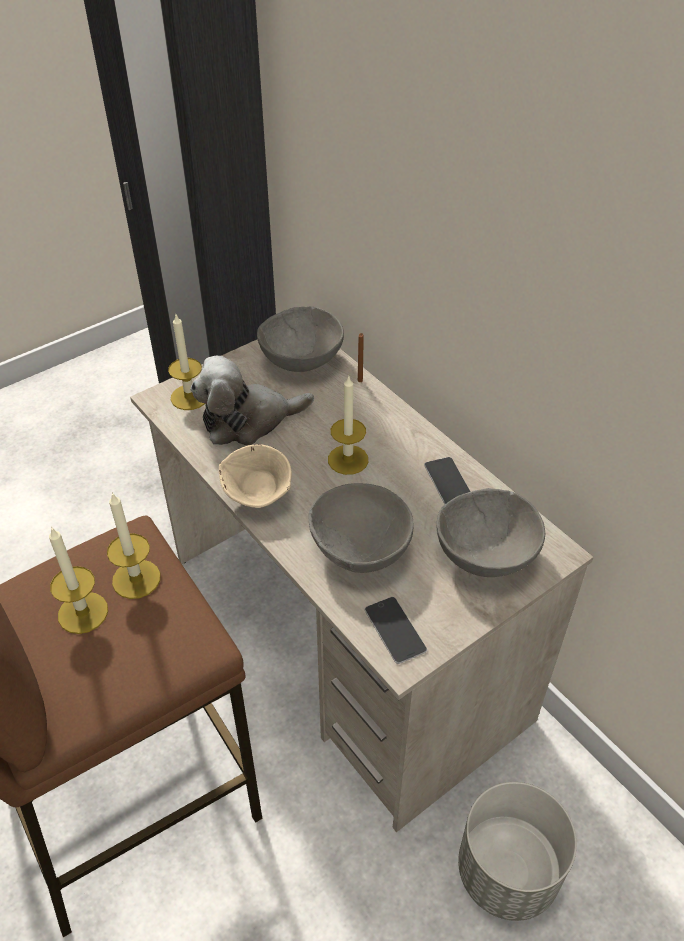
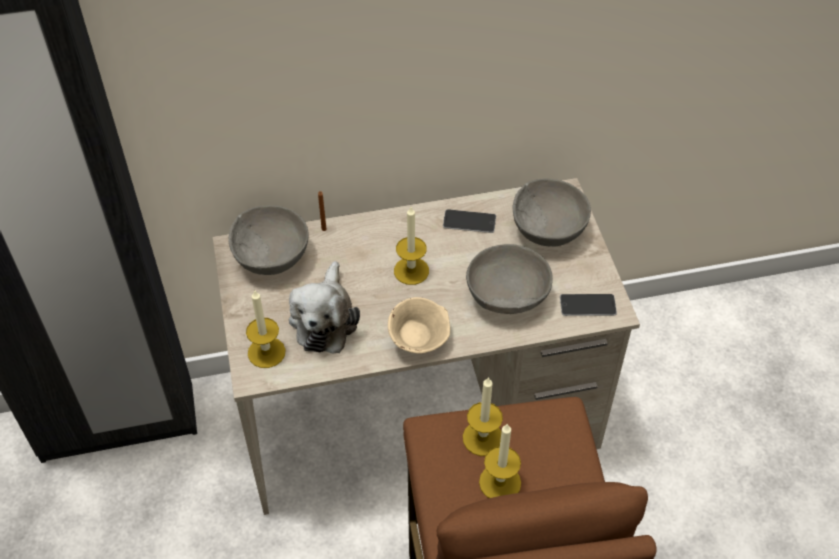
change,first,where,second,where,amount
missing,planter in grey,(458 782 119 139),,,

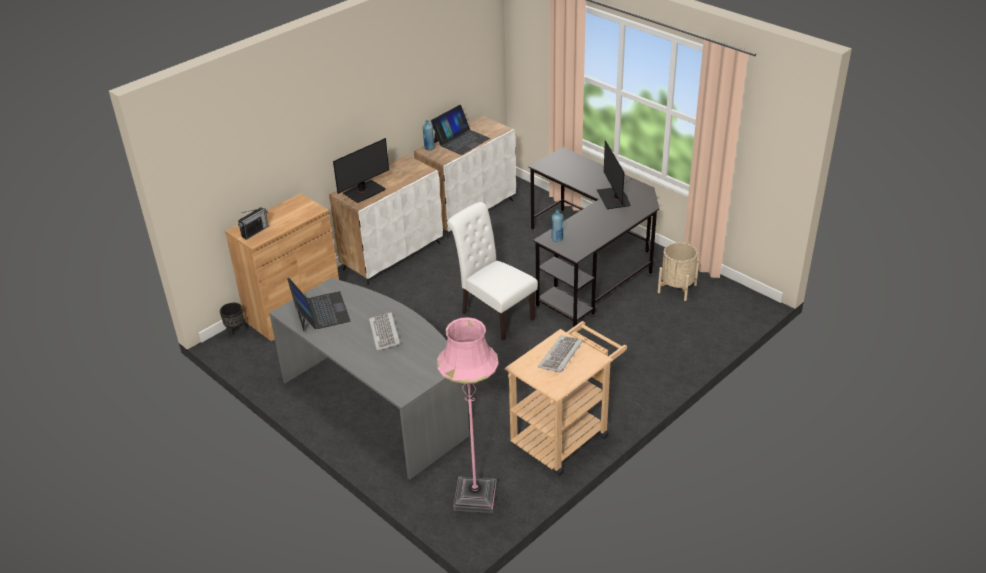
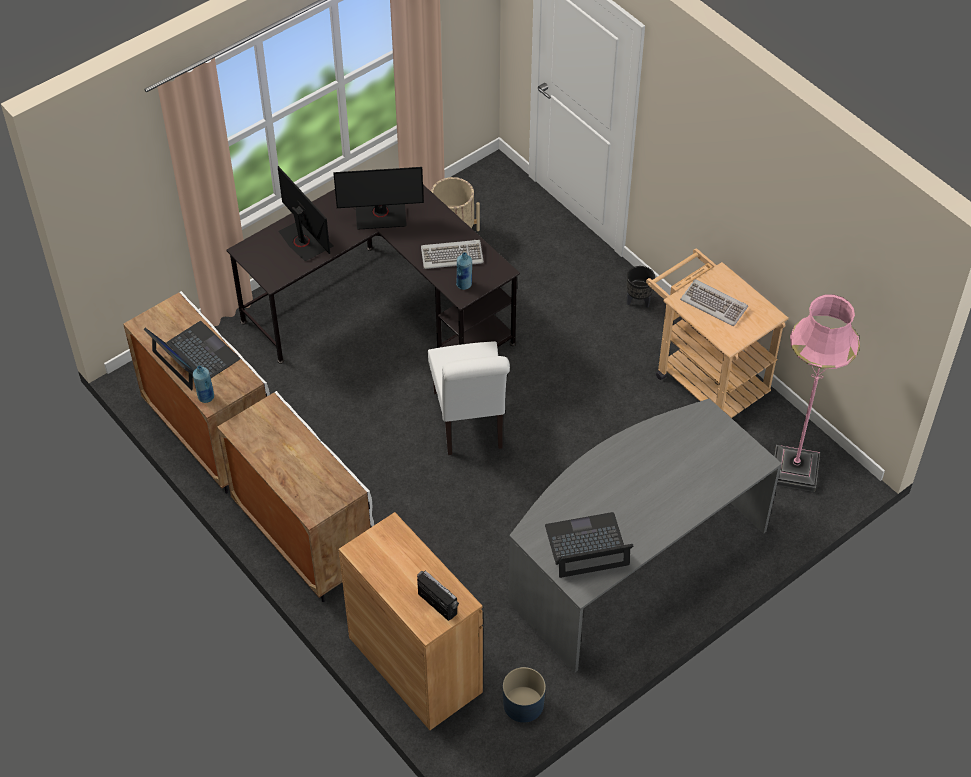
change,first,where,second,where,amount
relocated,monitor,(333 138 56 65),,(278 166 56 95),
spun,chair in white,(447 202 91 139),,(428 341 82 114),60 degrees counterclockwise
relocated,planter in black,(220 303 26 35),,(627 266 28 42),
relocated,keyboard,(369 312 31 39),,(421 240 63 29),
appeared,,,planter in blue,(503 667 43 56),

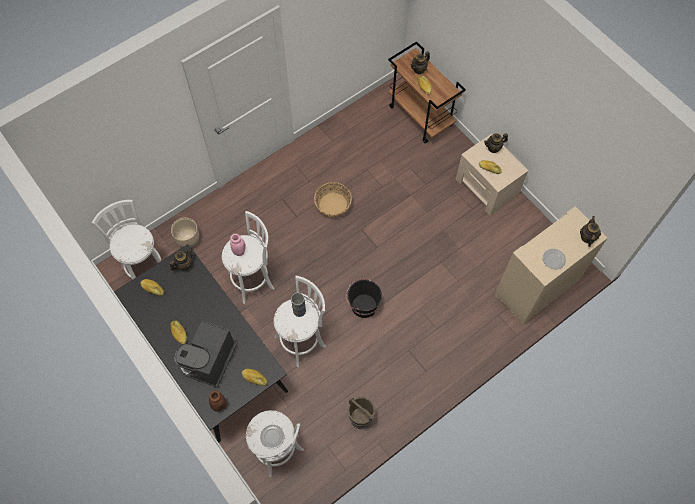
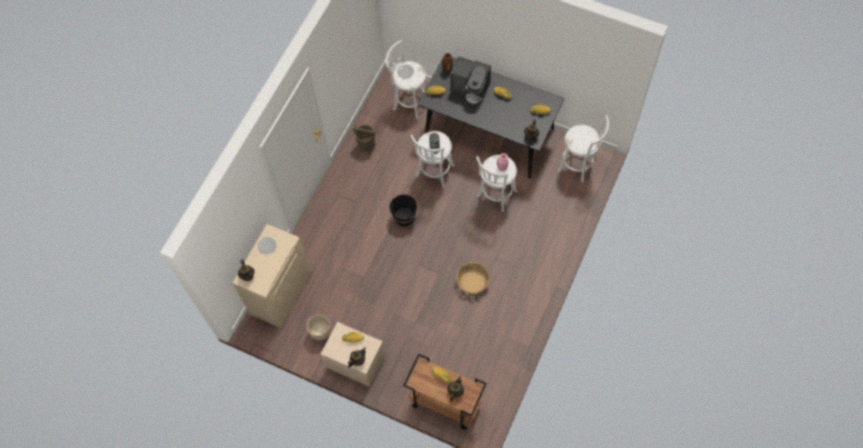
change,first,where,second,where,amount
relocated,planter in beige,(171 218 28 29),,(307 314 24 27),
spun,coffee machine,(174 320 64 68),,(449 56 42 49),120 degrees clockwise

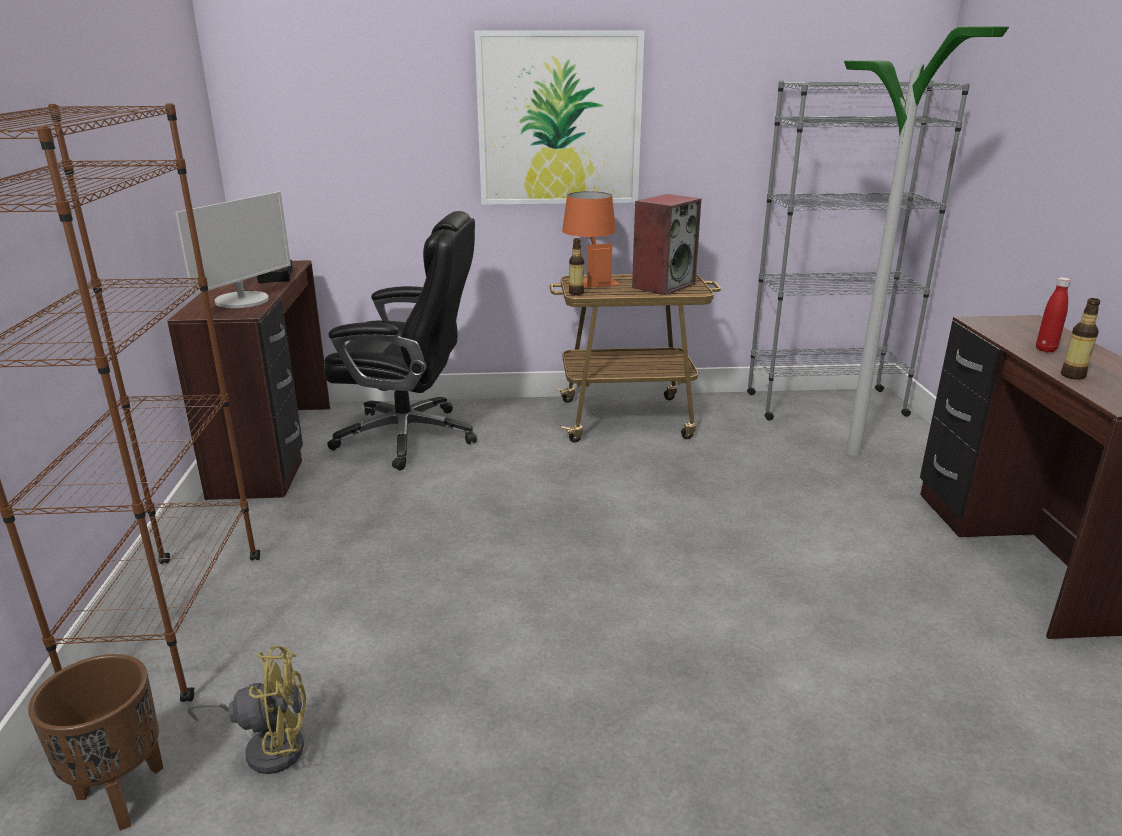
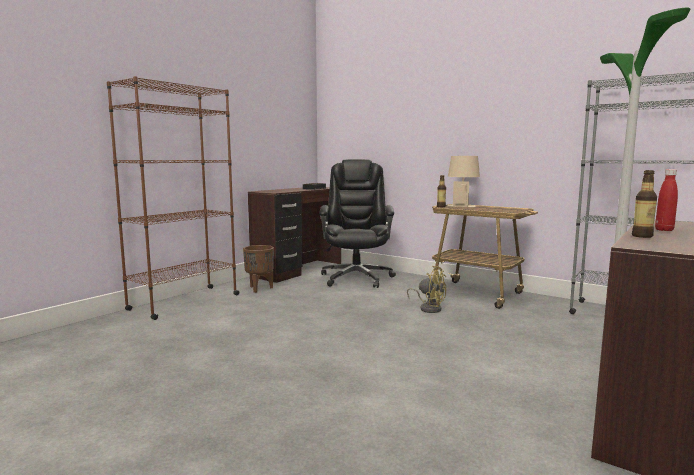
change,first,where,second,where,amount
missing,picture,(475 30 170 175),,,
missing,monitor,(175 191 116 117),,,
colour,table lamp in orange,(562 192 58 96),table lamp in beige,(447 156 33 51),
missing,speaker,(632 194 70 101),,,
spun,office chair in black,(324 211 153 260),,(319 159 77 129),135 degrees counterclockwise
relocated,fan in yellow,(188 645 118 129),,(407 266 39 47),
relocated,planter in brown,(28 654 135 177),,(243 245 31 48),

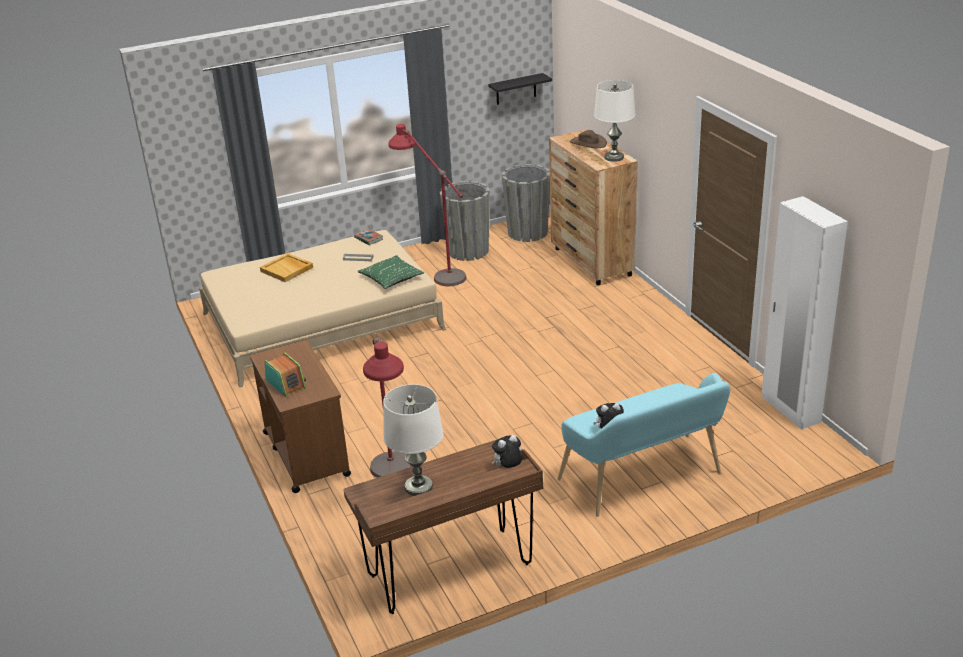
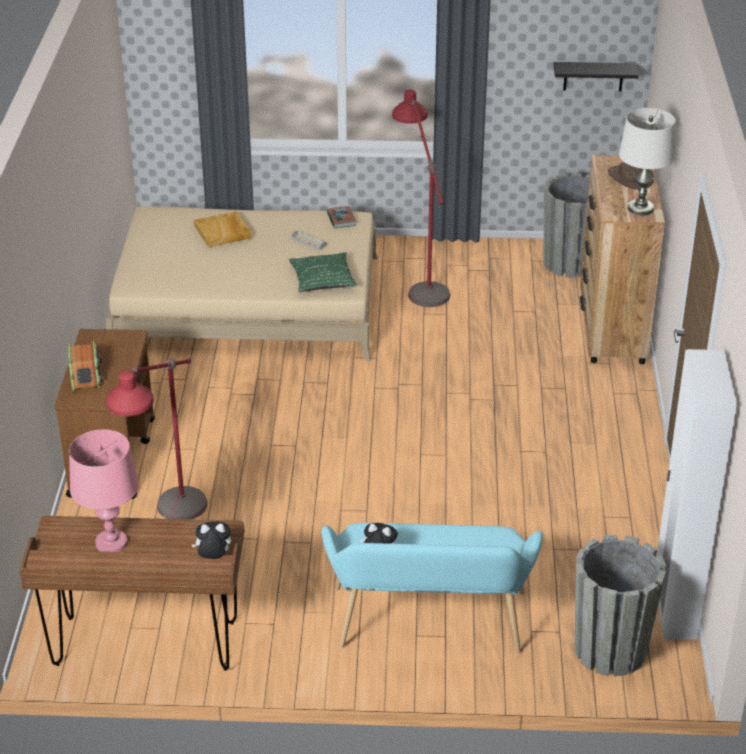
change,first,where,second,where,amount
relocated,planter in grey,(440 181 50 80),,(574 534 92 143),
colour,table lamp in white,(383 384 60 112),table lamp in pink,(69 429 70 123),

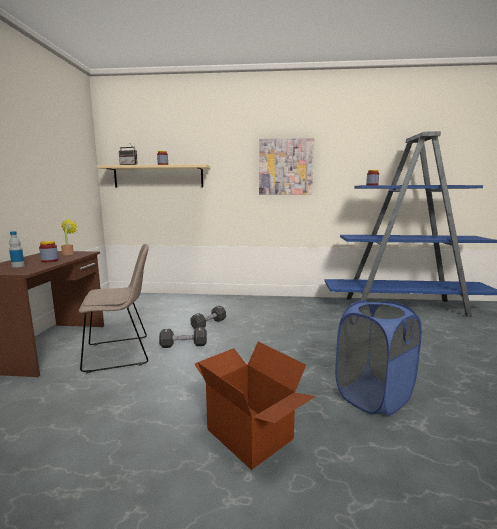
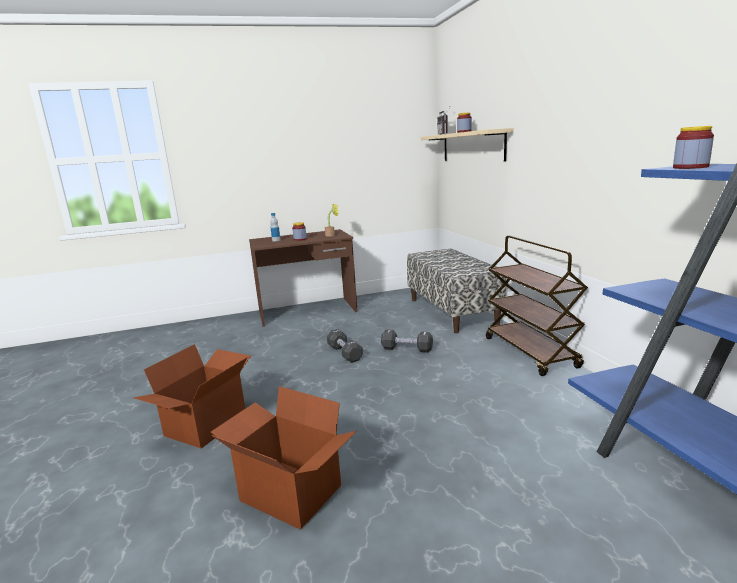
change,first,where,second,where,amount
missing,picture,(259 138 55 56),,,
missing,chair in beige,(79 244 70 129),,,
exchanged,laundry basket in blue,(335 300 87 115),cardboard box,(211 386 146 144),
appeared,,,cart in brown,(486 235 102 141),
appeared,,,bench,(407 249 99 84),

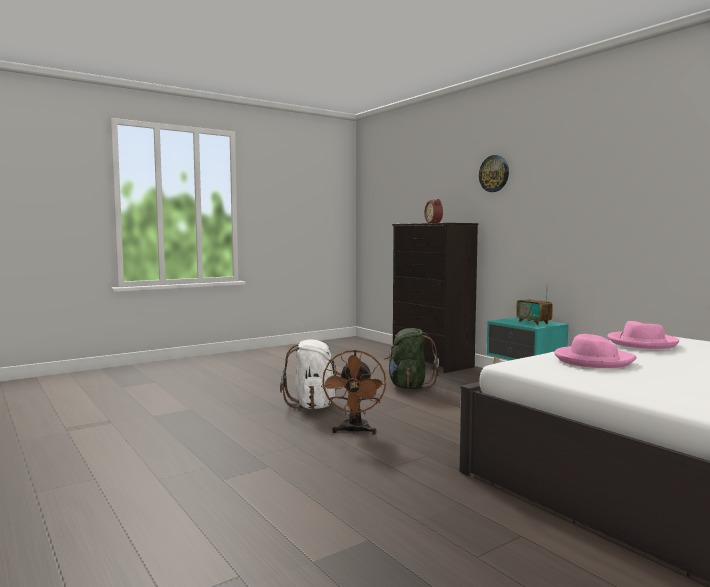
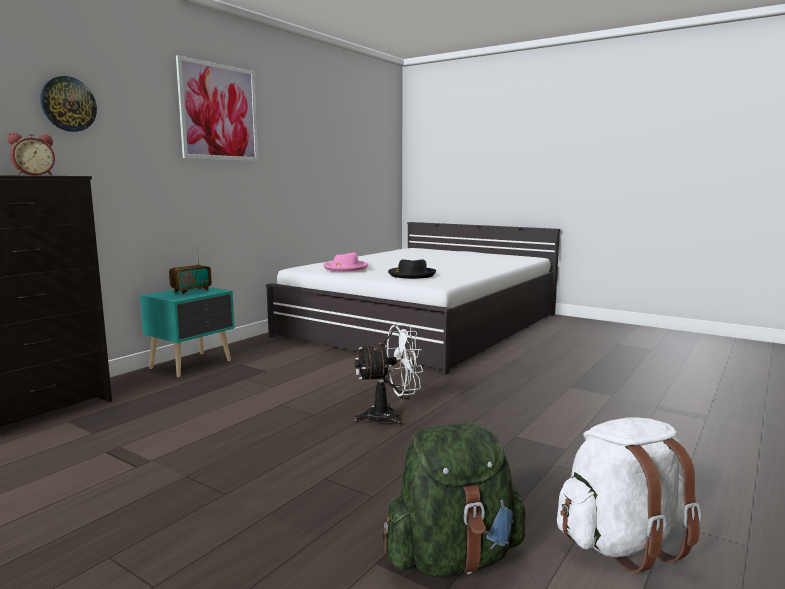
change,first,where,second,where,amount
relocated,backpack in green,(384 328 55 62),,(383 423 143 154),
colour,hat in pink,(554 334 82 34),hat in black,(388 259 48 20),
relocated,backpack in white,(280 340 61 69),,(557 417 144 156),
colour,fan in brown,(321 350 65 84),fan in white,(353 324 70 103),
appeared,,,picture,(176 55 82 106),

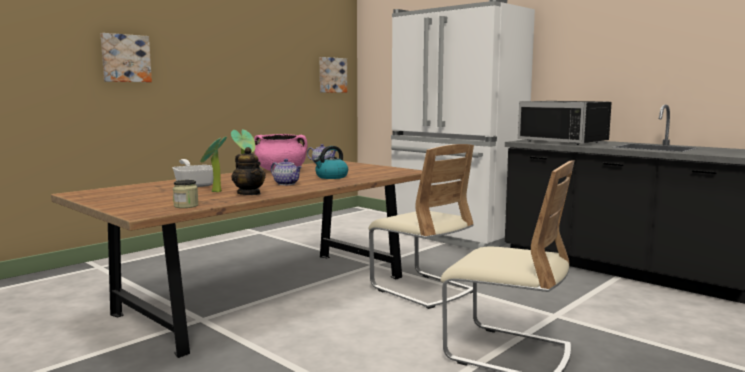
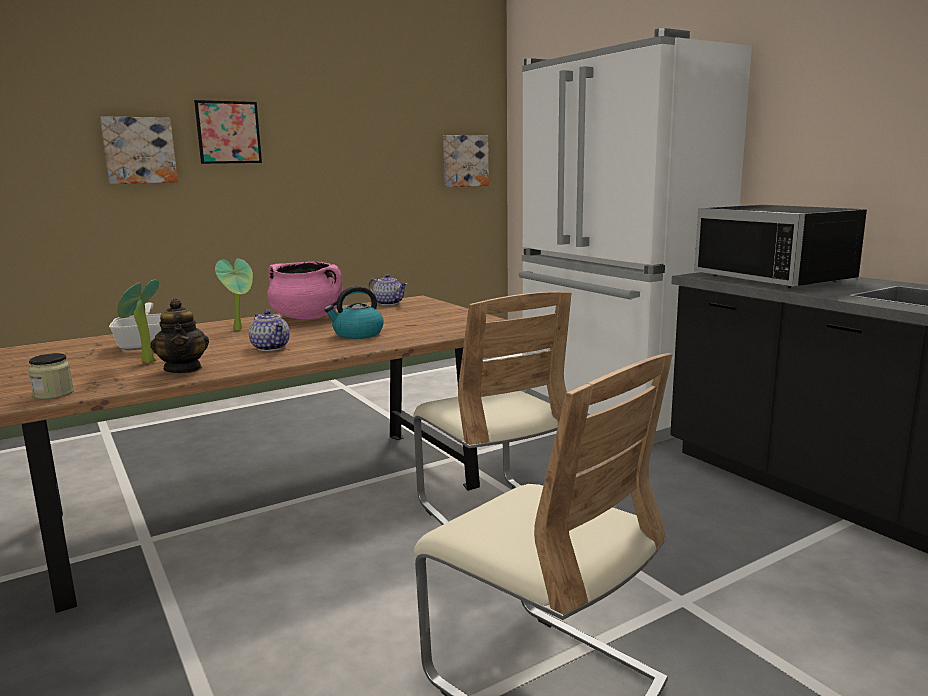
change,first,where,second,where,amount
appeared,,,picture,(194 100 68 64),

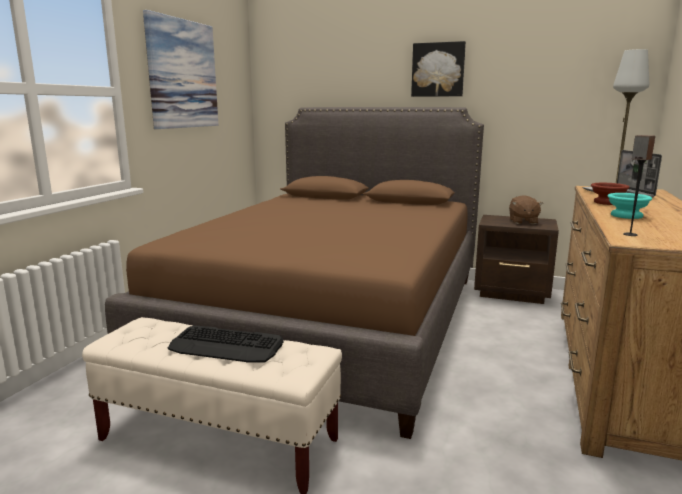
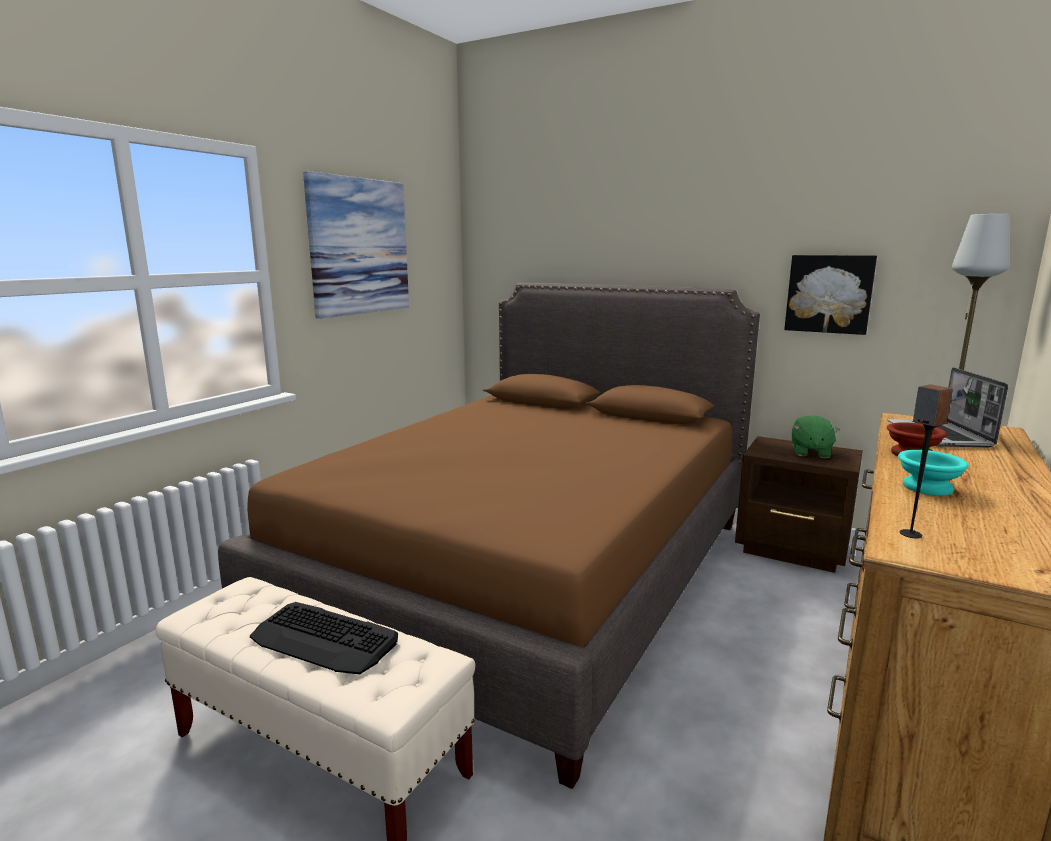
change,first,where,second,where,amount
relocated,picture,(411 41 55 56),,(784 255 93 80),
colour,plush toy in brown,(509 195 34 29),plush toy in green,(792 415 48 43),

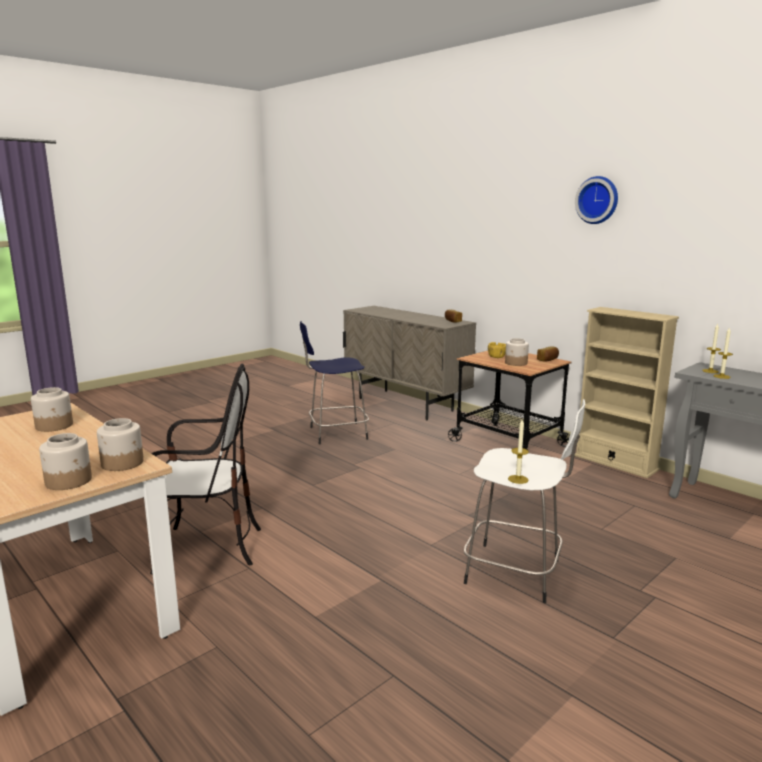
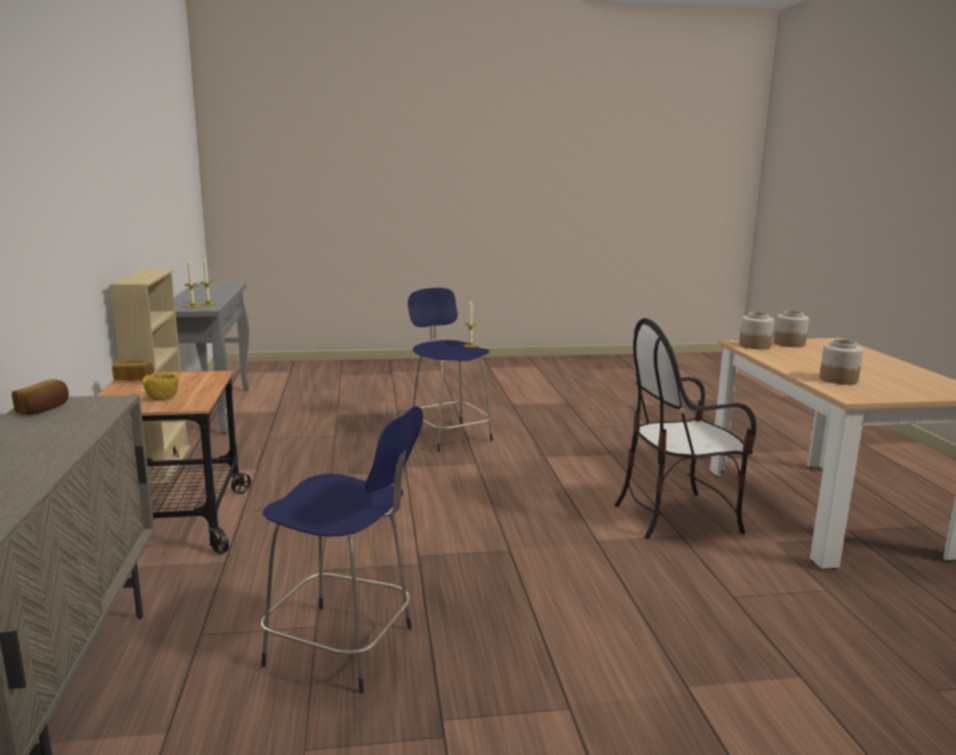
change,first,where,second,where,amount
missing,wall clock,(575 176 43 48),,,
missing,jar,(505 338 24 28),,,
spun,chair,(150 364 111 211),,(614 318 142 221),45 degrees counterclockwise
colour,stool in white,(464 399 121 204),stool in blue,(408 288 85 164),

